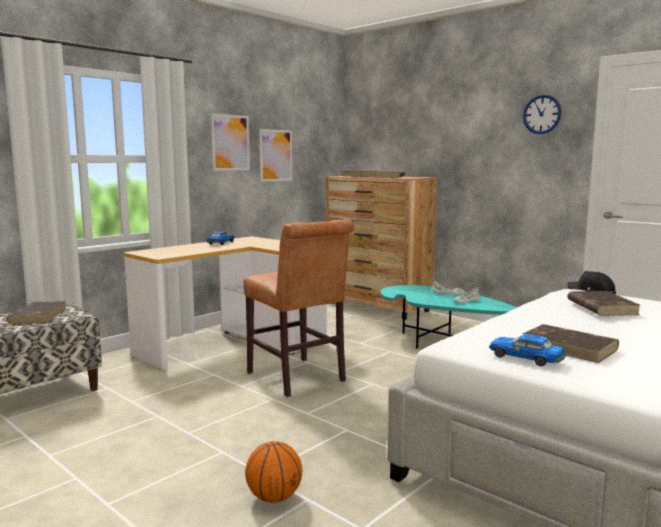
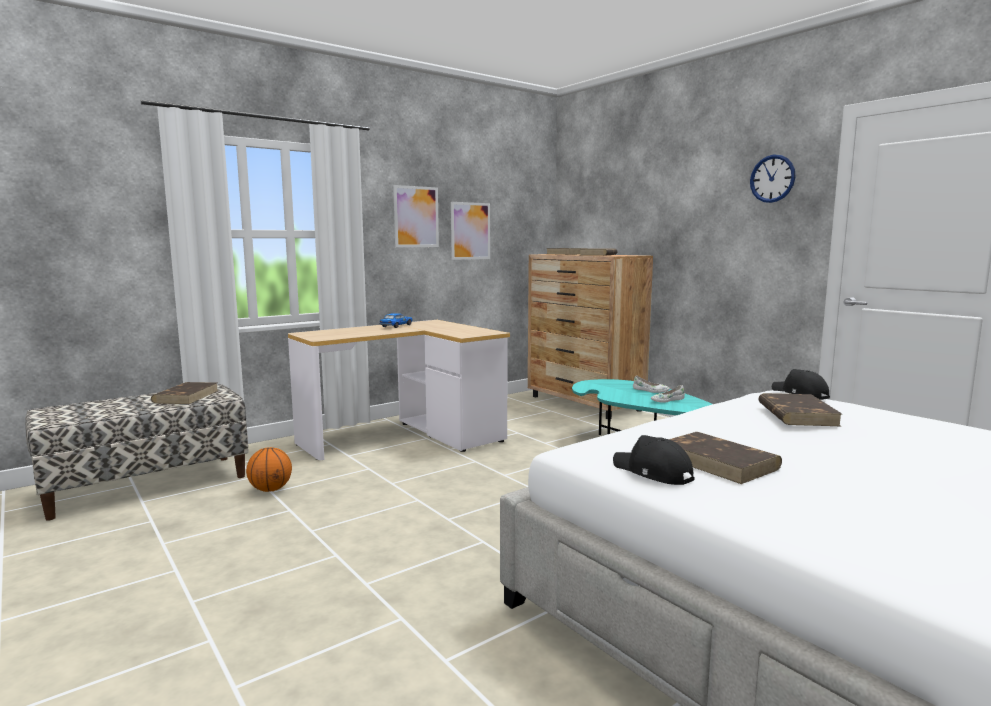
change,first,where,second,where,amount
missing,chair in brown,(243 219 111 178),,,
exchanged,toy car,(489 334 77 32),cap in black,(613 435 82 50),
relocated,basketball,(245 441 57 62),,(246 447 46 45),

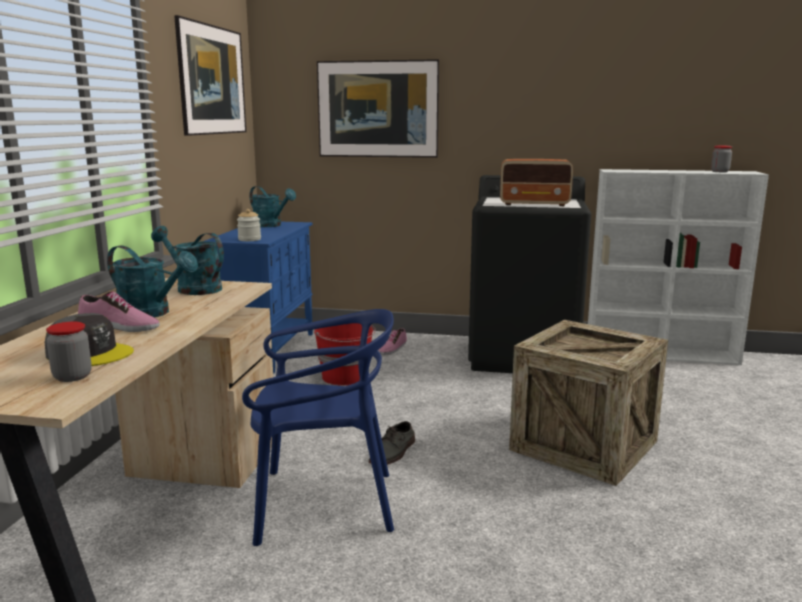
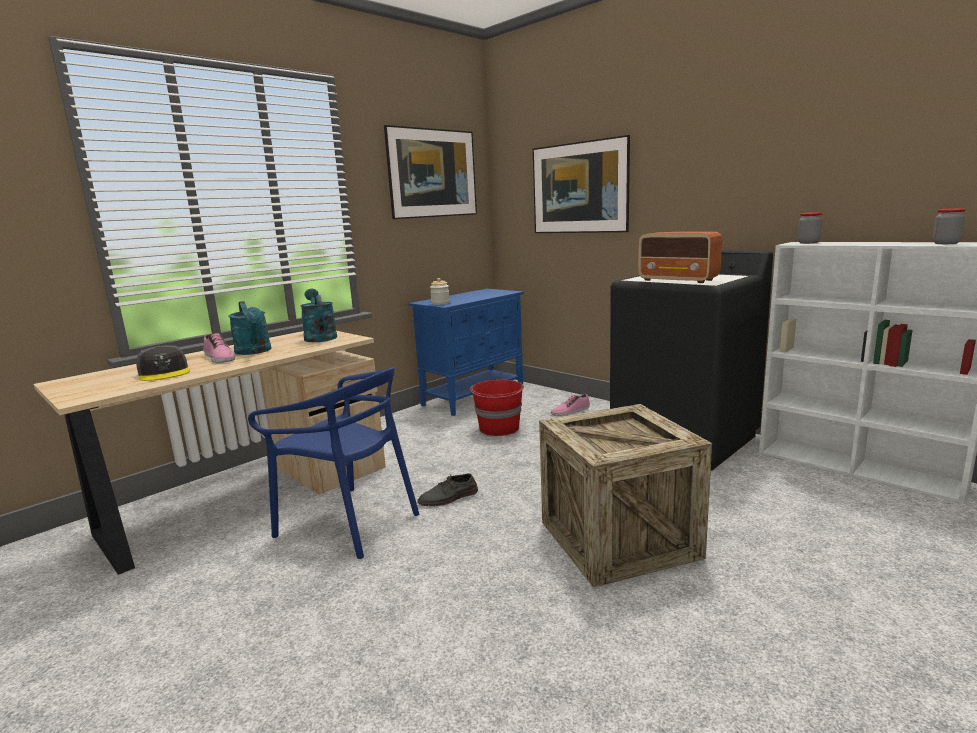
change,first,where,second,where,amount
missing,watering can in turquoise,(250 186 46 41),,,
relocated,jar,(46 322 46 60),,(798 212 24 32),

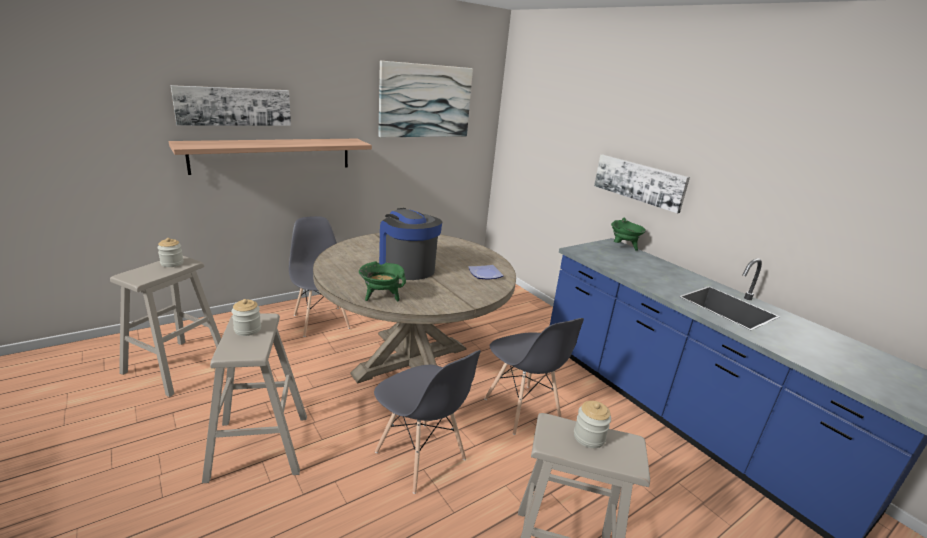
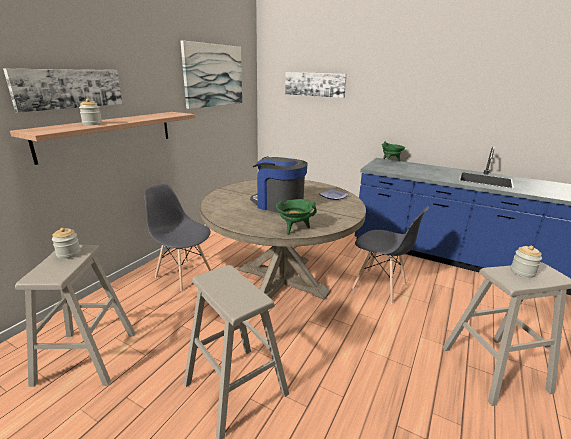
change,first,where,second,where,amount
relocated,picture,(594 155 96 58),,(285 72 62 26),
relocated,jar,(232 299 29 37),,(79 98 23 27),
missing,chair in grey,(374 350 107 144),,,

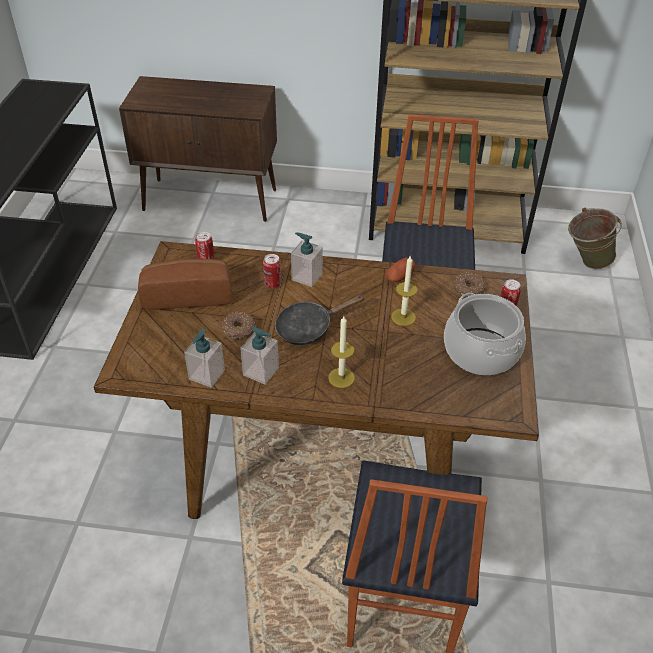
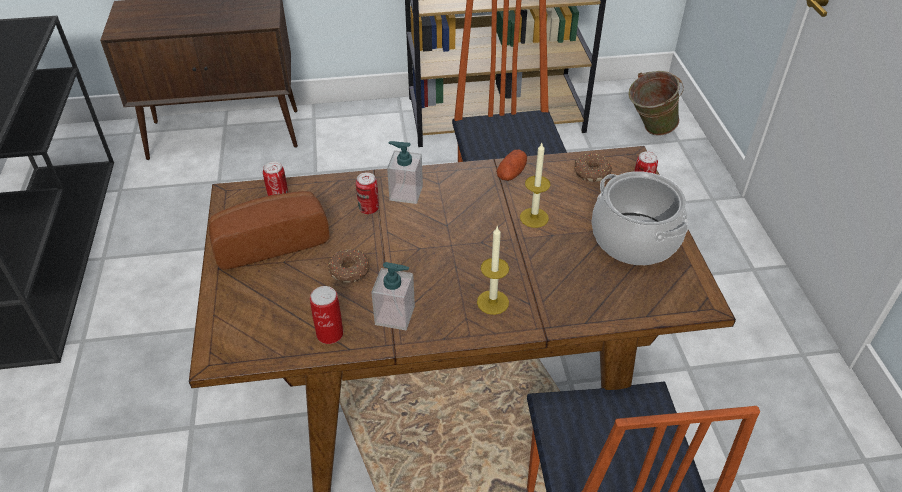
change,first,where,second,where,amount
missing,frying pan in black,(275 295 90 50),,,
exchanged,soap dispenser,(184 329 41 59),can,(310 286 33 58),

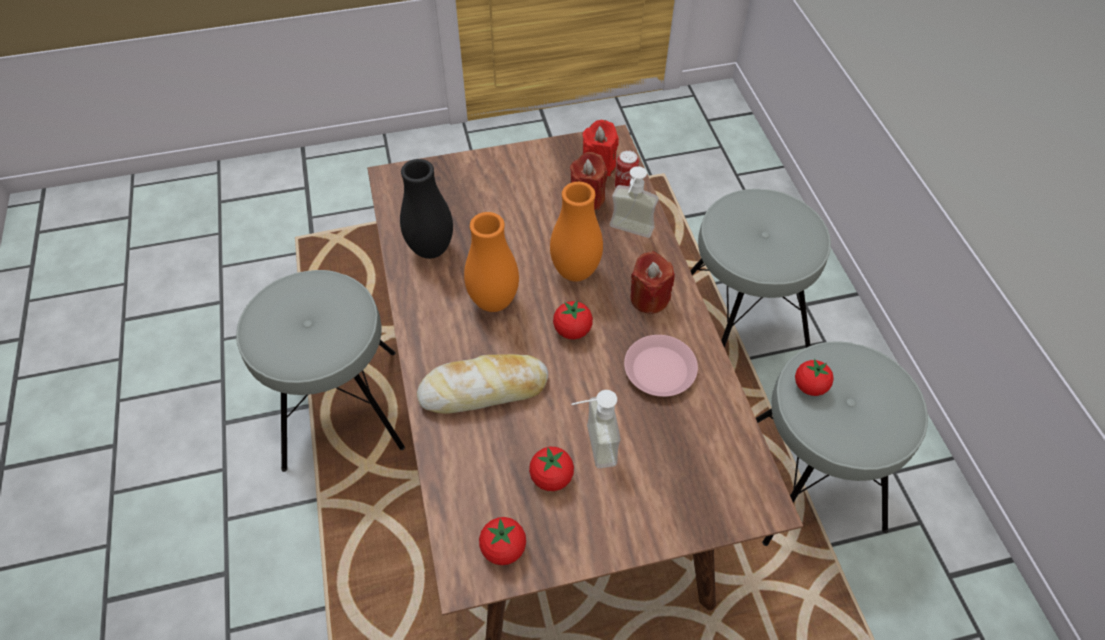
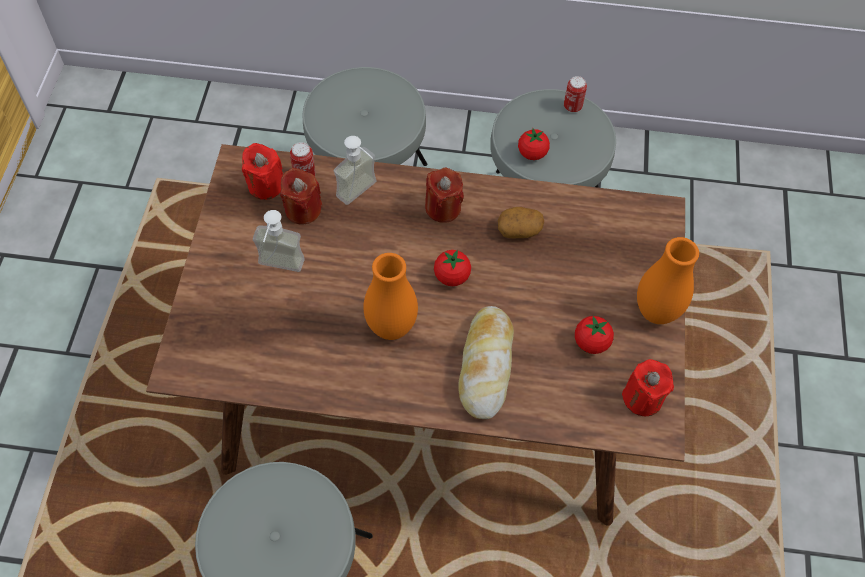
change,first,where,second,where,amount
missing,vase in black,(400 159 53 100),,,
relocated,vase in orange,(550 182 53 100),,(637 237 62 87),
exchanged,plate in pink,(624 335 74 62),potato,(498 207 46 31),
relocated,soap dispenser,(571 390 50 78),,(253 210 52 62),
exchanged,tomato,(479 517 47 48),candle in red,(622 359 52 57),
appeared,,,can,(564 76 23 36),

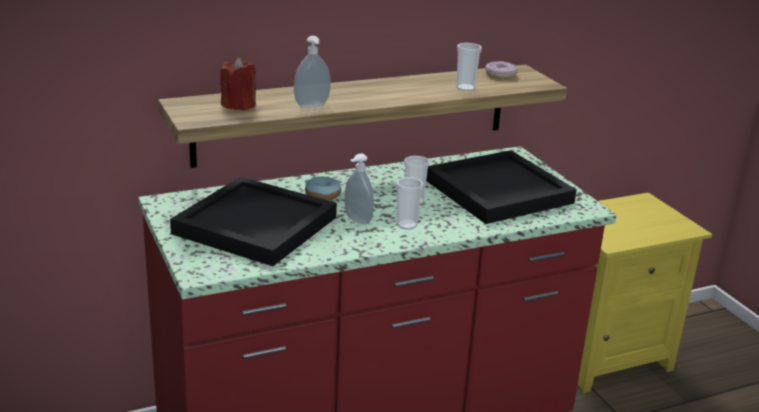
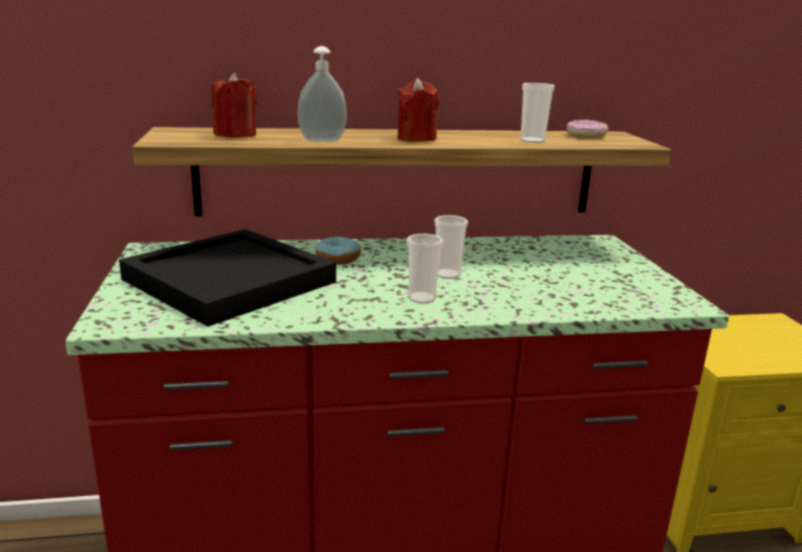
change,first,where,second,where,amount
missing,tray in black,(426 150 150 74),,,
missing,soap dispenser,(344 154 30 71),,,
appeared,,,candle in red,(397 78 42 64),

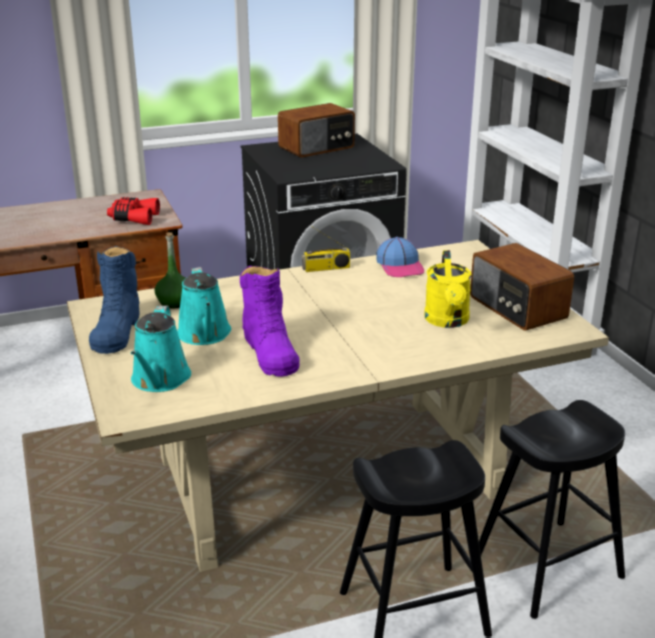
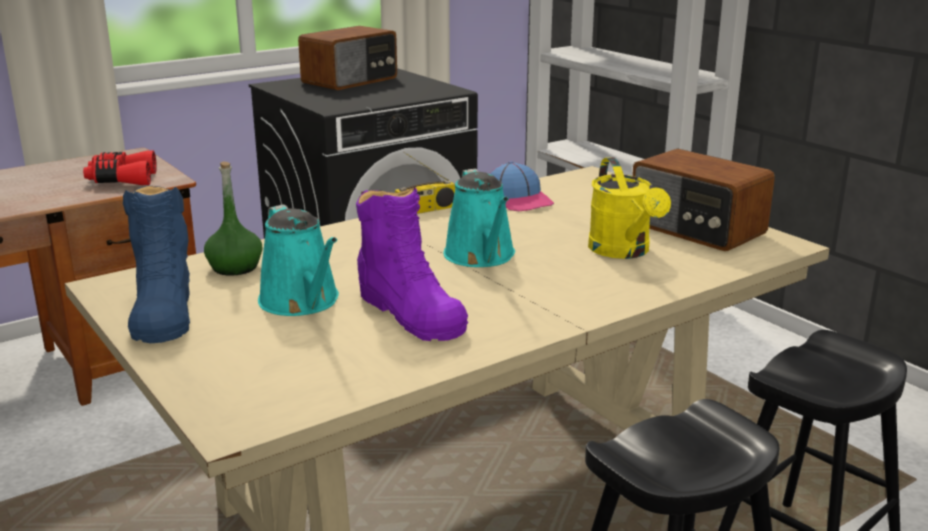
change,first,where,second,where,amount
relocated,watering can in turquoise,(131 306 60 86),,(443 169 72 98),

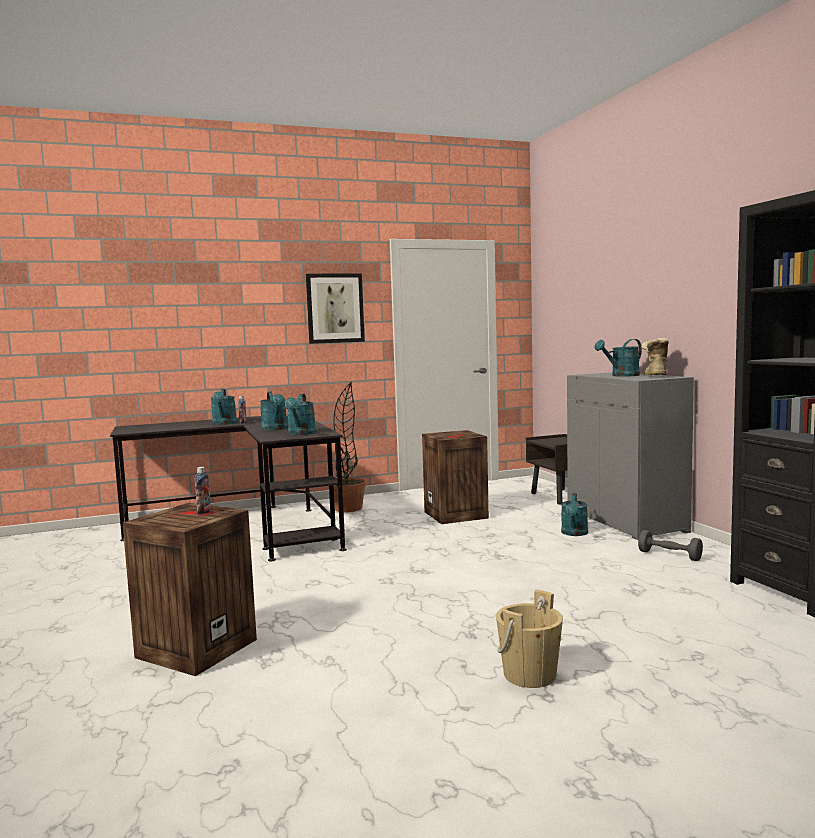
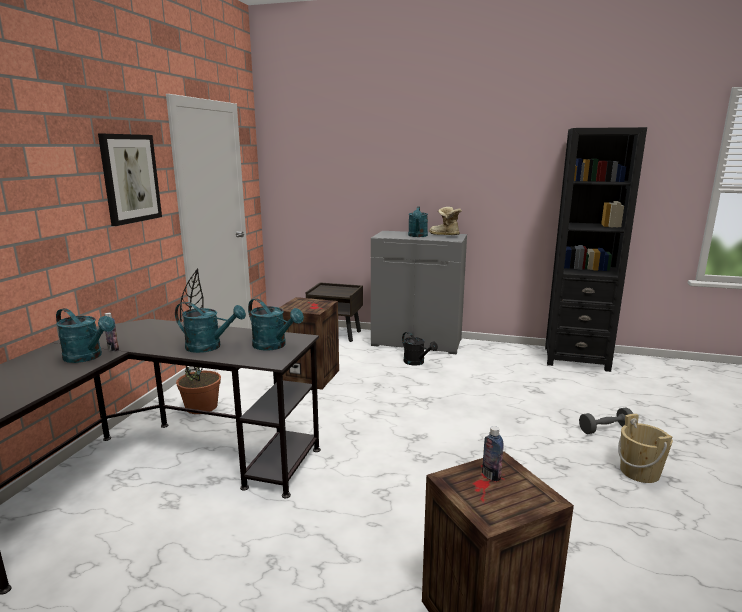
change,first,where,second,where,amount
colour,watering can in turquoise,(561 493 27 43),watering can in black,(402 332 36 34),
relocated,dumbbell in grey,(638 530 65 31),,(579 407 54 27),

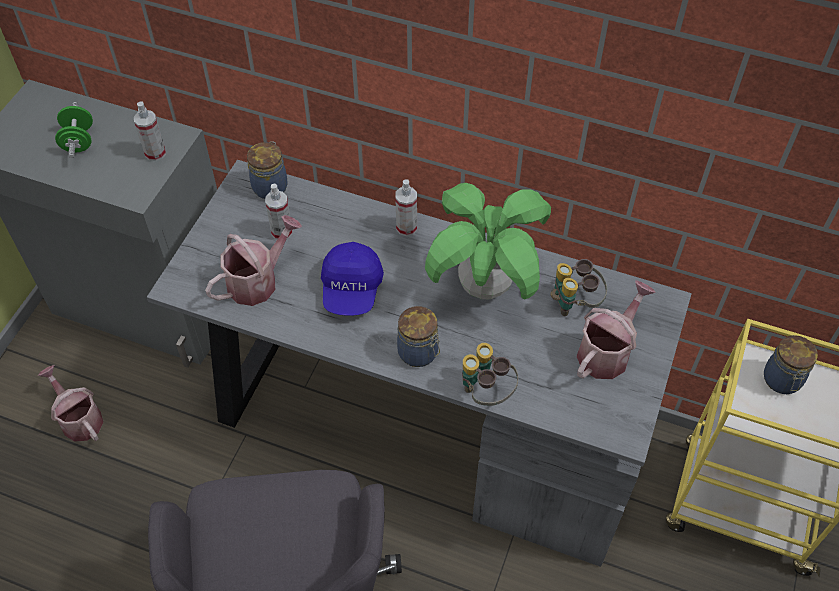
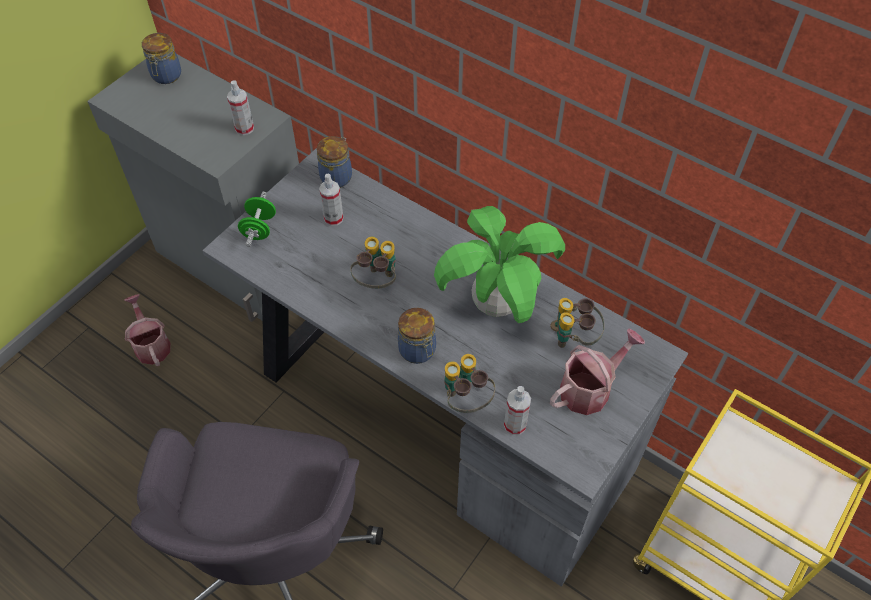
change,first,where,second,where,amount
relocated,dumbbell in green,(55 102 38 56),,(238 192 38 55),
relocated,spray bottle,(395 179 22 57),,(504 386 27 49),
missing,watering can,(205 215 97 91),,,
exchanged,cap in blue,(321 242 63 74),binoculars,(350 236 46 53),
relocated,jar,(764 335 54 59),,(142 33 39 51),

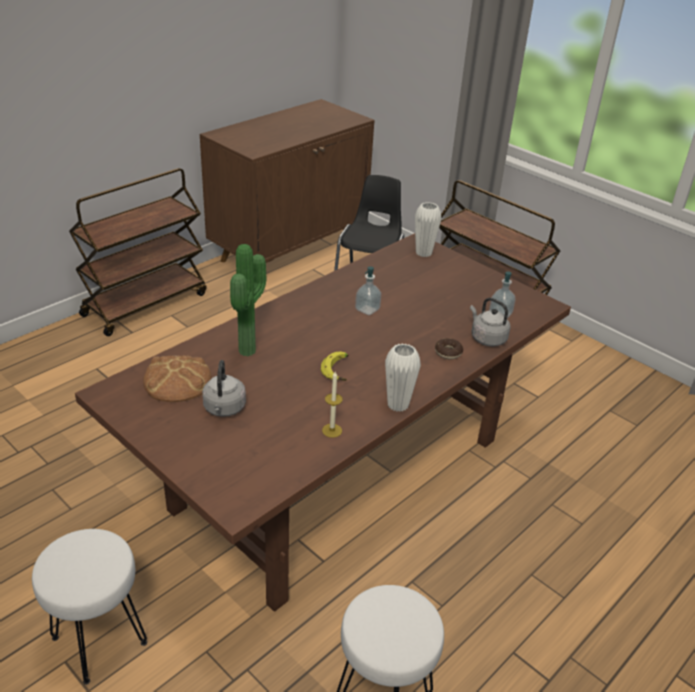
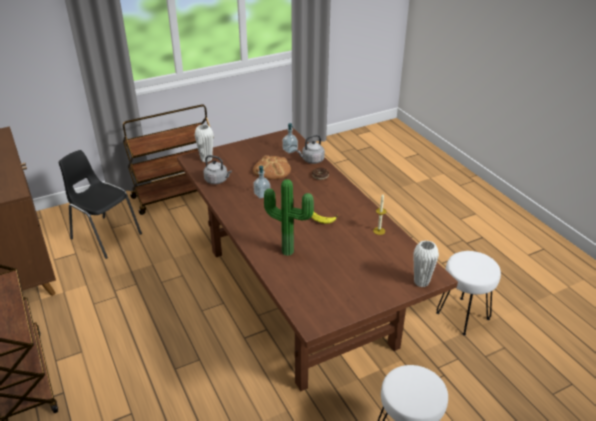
change,first,where,second,where,amount
relocated,vase in white,(385 343 36 69),,(413 240 26 47),
relocated,bread,(143 356 68 46),,(253 155 38 25),
relocated,kettle in grey,(202 360 44 57),,(203 155 29 29),

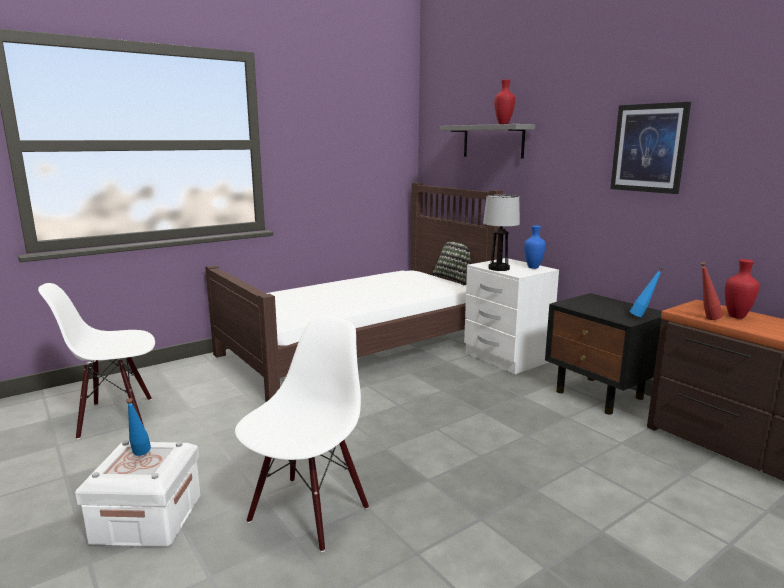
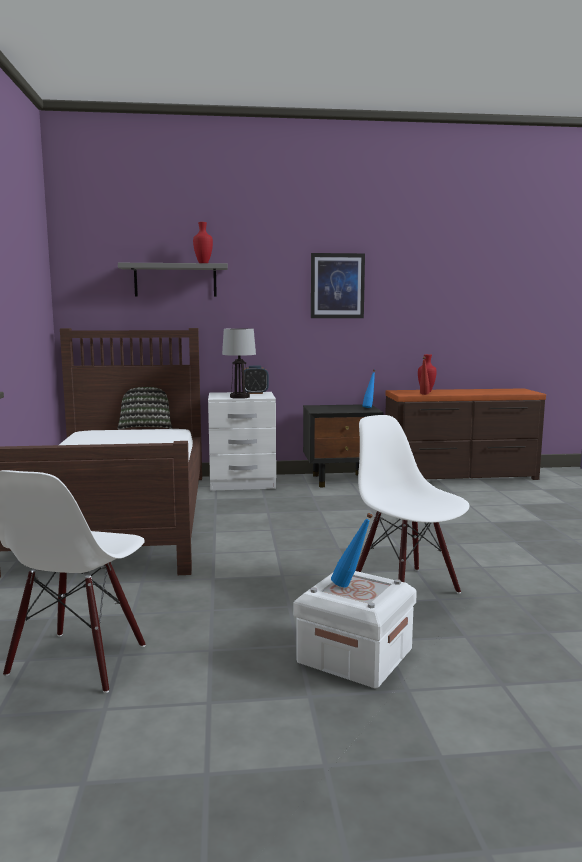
change,first,where,second,where,amount
exchanged,vase in blue,(524 226 22 43),alarm clock,(244 366 25 28),

